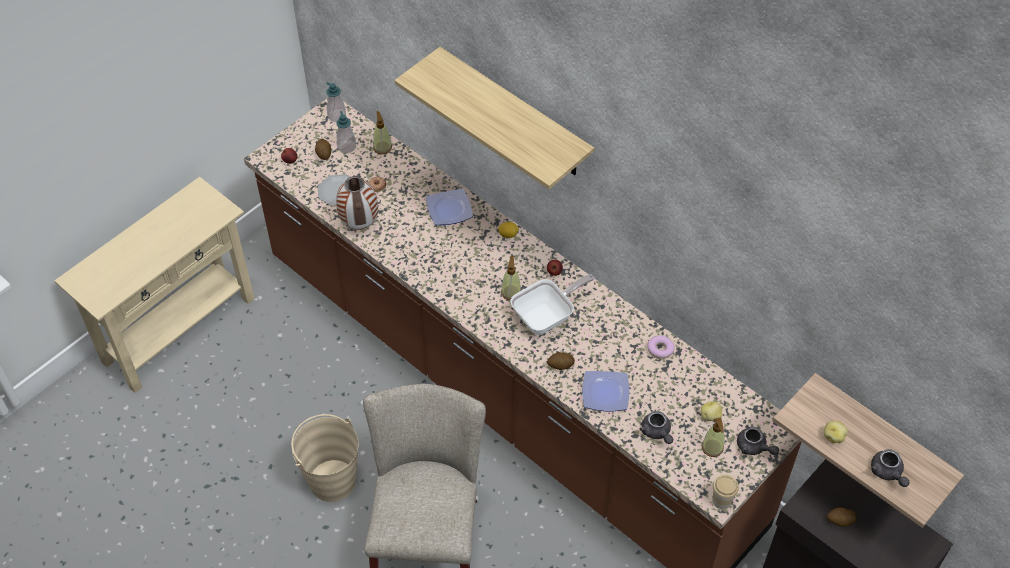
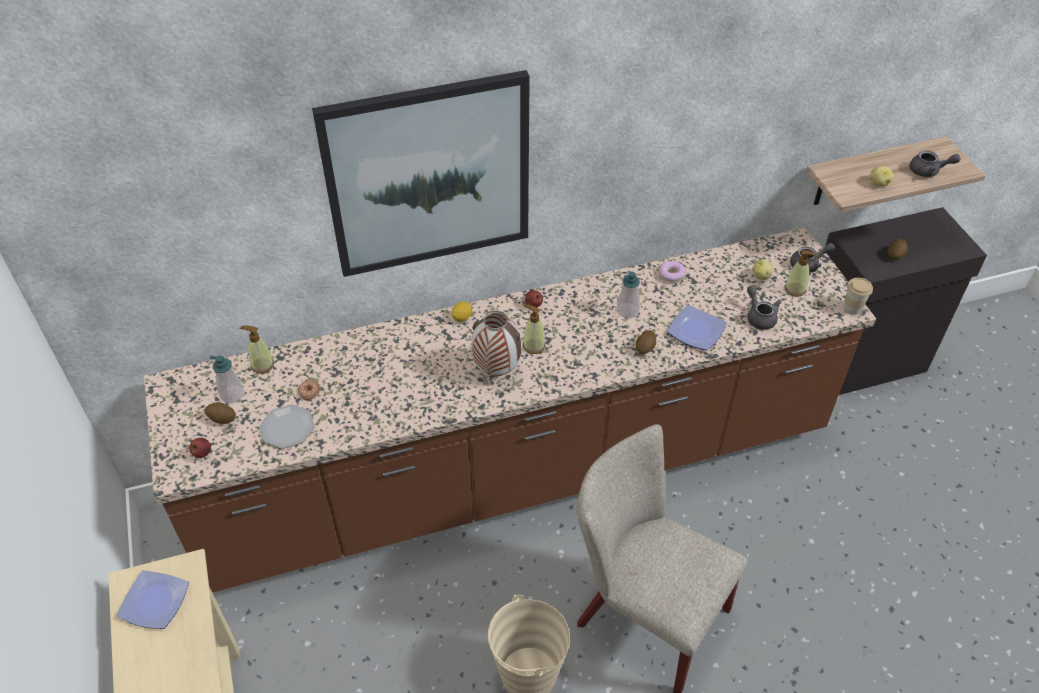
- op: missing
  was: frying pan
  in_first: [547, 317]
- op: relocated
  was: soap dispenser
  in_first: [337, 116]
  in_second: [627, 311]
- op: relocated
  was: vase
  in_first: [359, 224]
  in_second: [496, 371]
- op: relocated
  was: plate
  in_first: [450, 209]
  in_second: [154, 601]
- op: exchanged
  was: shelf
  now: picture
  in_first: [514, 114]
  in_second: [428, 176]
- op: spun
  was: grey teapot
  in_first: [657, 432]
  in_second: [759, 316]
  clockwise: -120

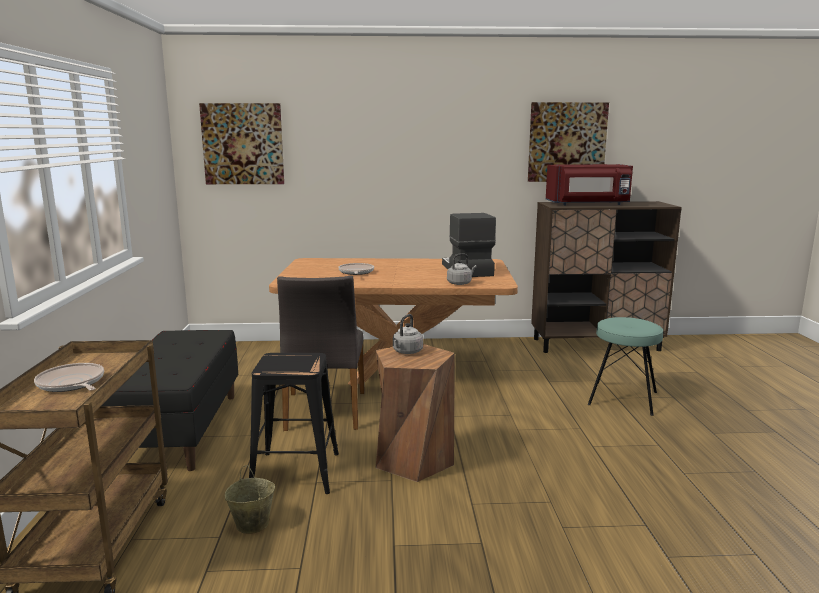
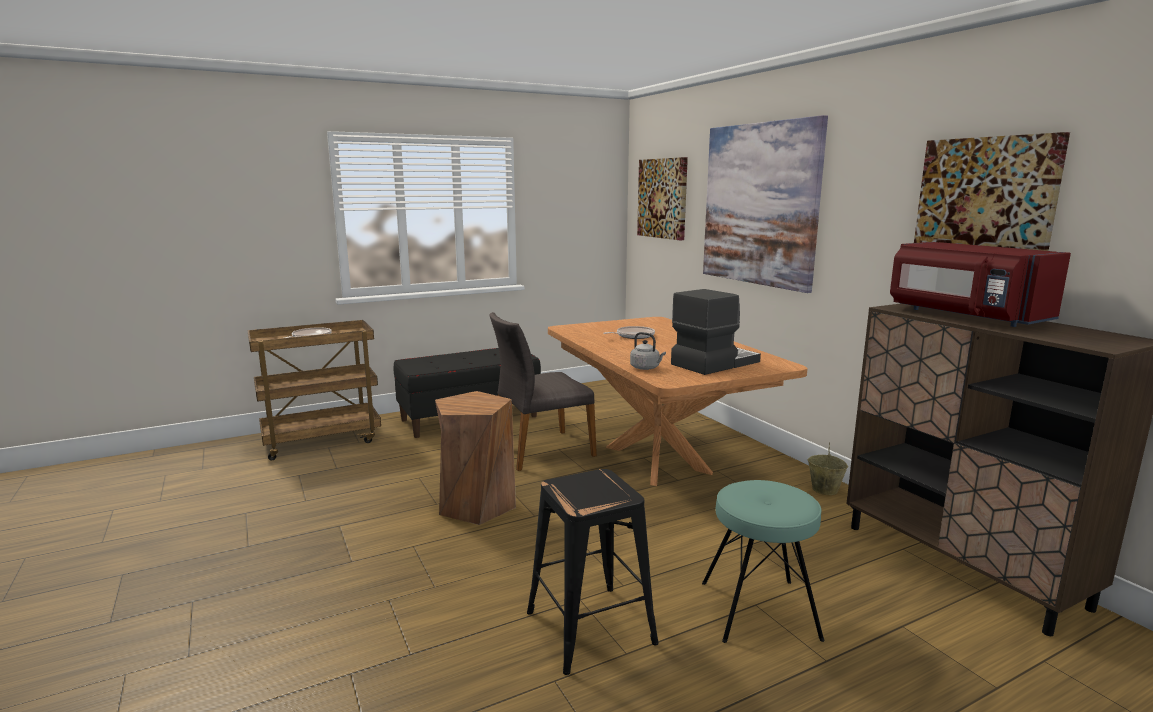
- op: missing
  was: grey kettle
  in_first: [406, 352]
- op: appeared
  now: picture
  in_second: [759, 204]
- op: relocated
  was: beige bucket
  in_first: [251, 524]
  in_second: [824, 489]
- op: relocated
  was: black stool
  in_first: [296, 471]
  in_second: [591, 627]

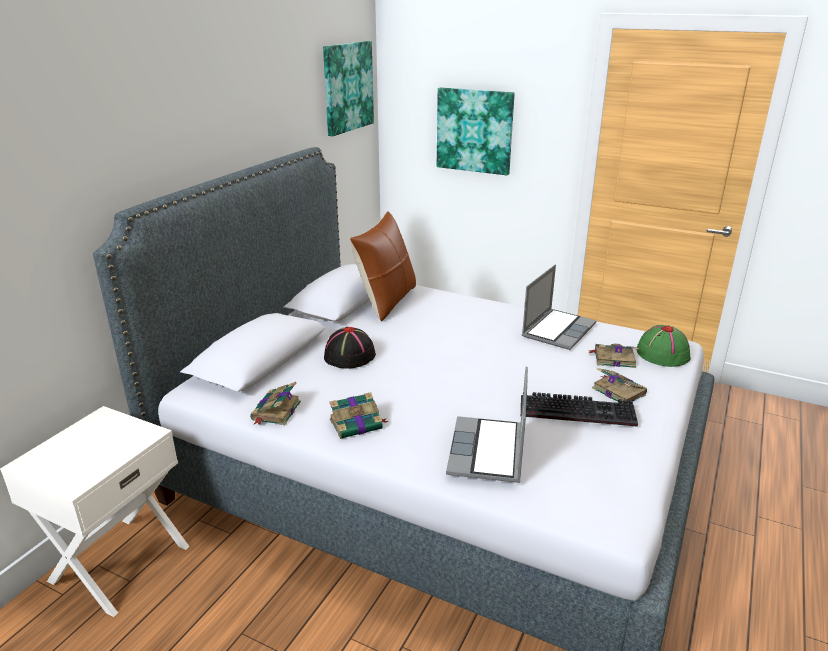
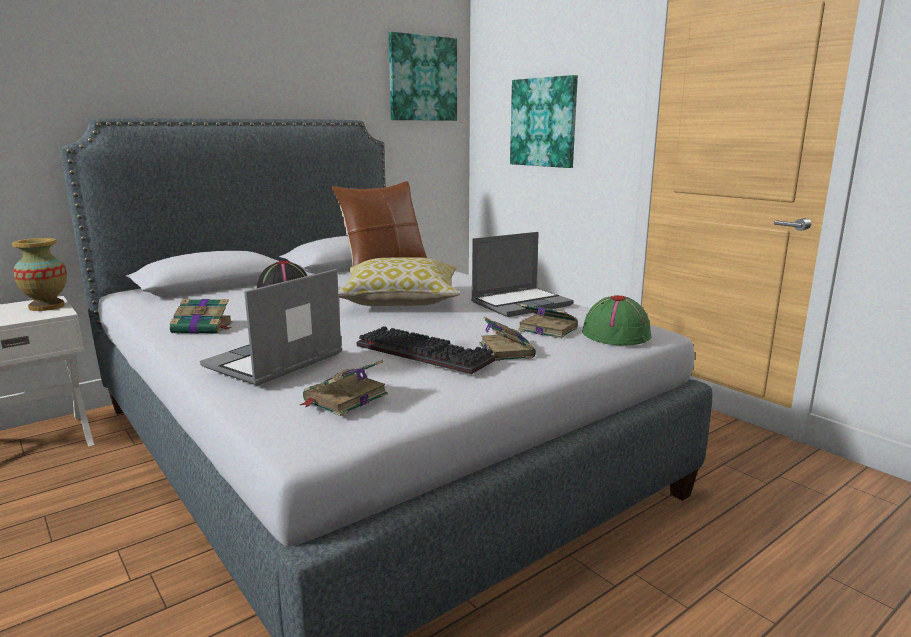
- op: appeared
  now: vase
  in_second: [46, 307]
- op: appeared
  now: pillow
  in_second: [401, 301]
- op: relocated
  was: book
  in_first: [275, 412]
  in_second: [344, 398]

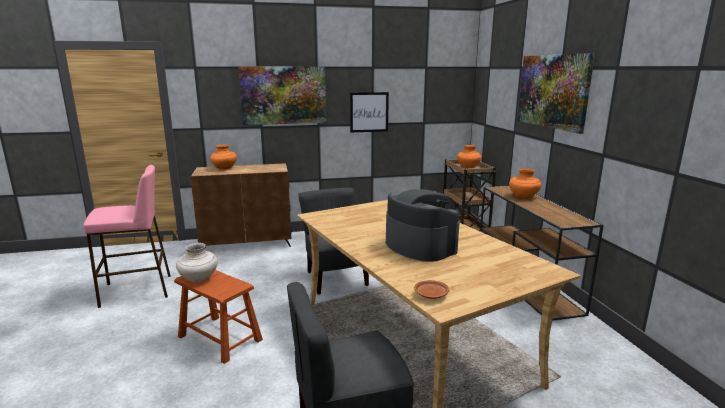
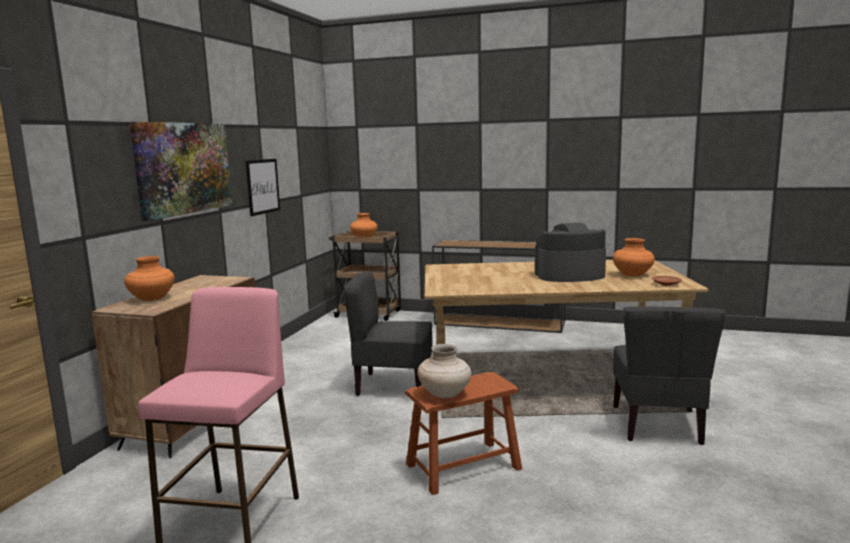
- op: missing
  was: picture
  in_first: [552, 91]
- op: relocated
  was: orange vase
  in_first: [523, 197]
  in_second: [632, 275]

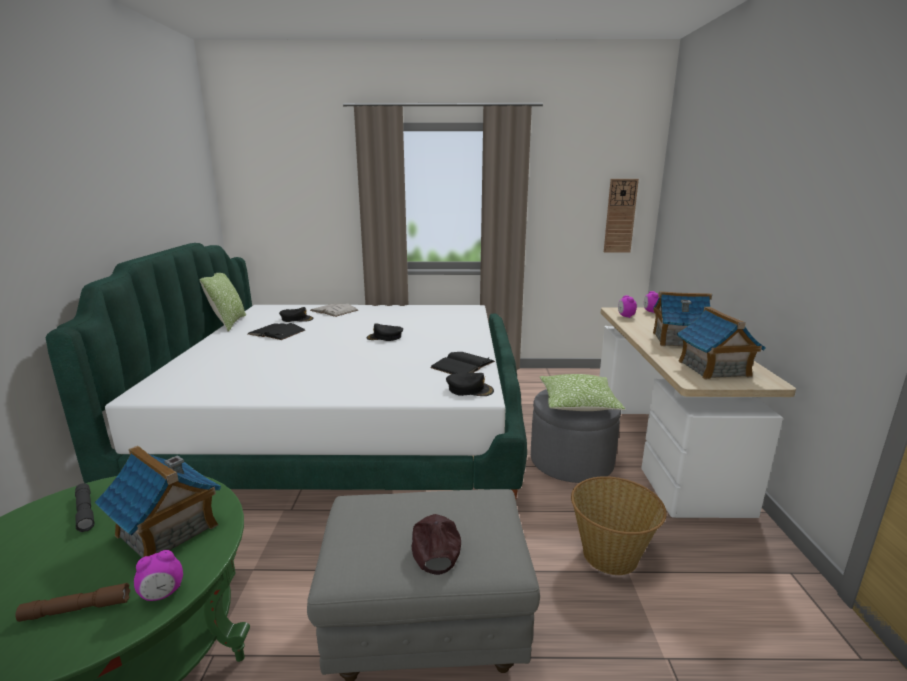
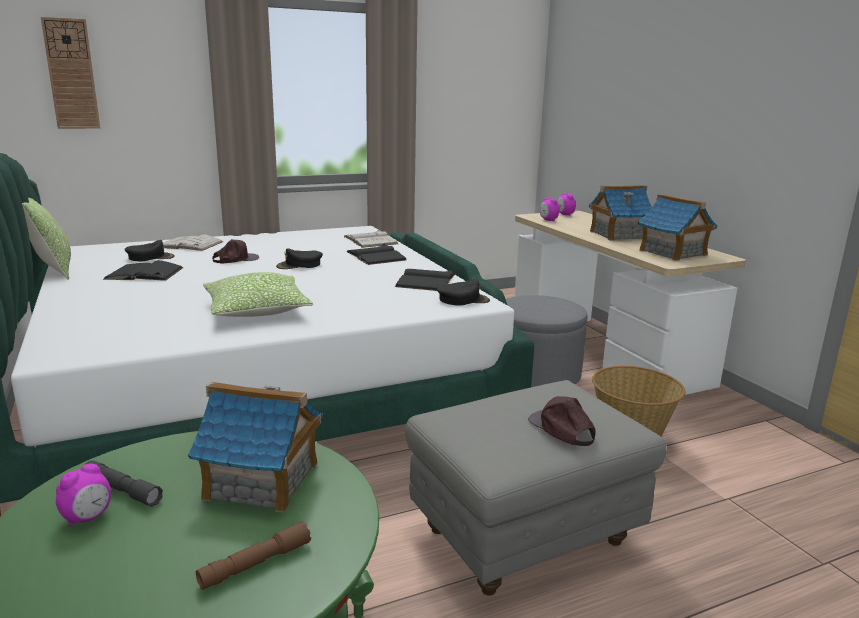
- op: appeared
  now: brown cap
  in_second: [235, 259]
- op: appeared
  now: white book
  in_second: [370, 240]
- op: appeared
  now: black book
  in_second: [376, 256]
- op: relocated
  was: alarm clock
  in_first: [163, 594]
  in_second: [88, 517]
- op: relocated
  was: pillow
  in_first: [578, 404]
  in_second: [257, 310]
- op: relocated
  was: wall clock
  in_first: [620, 216]
  in_second: [71, 74]

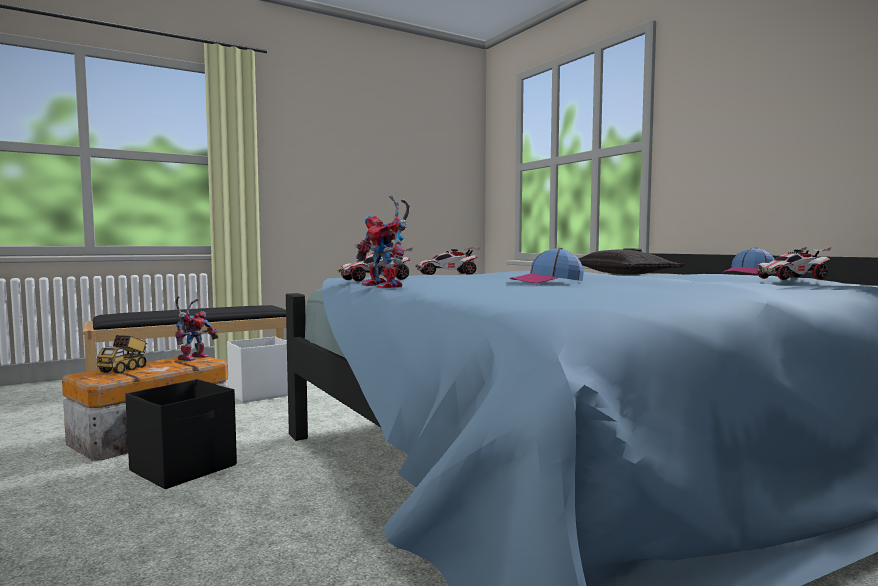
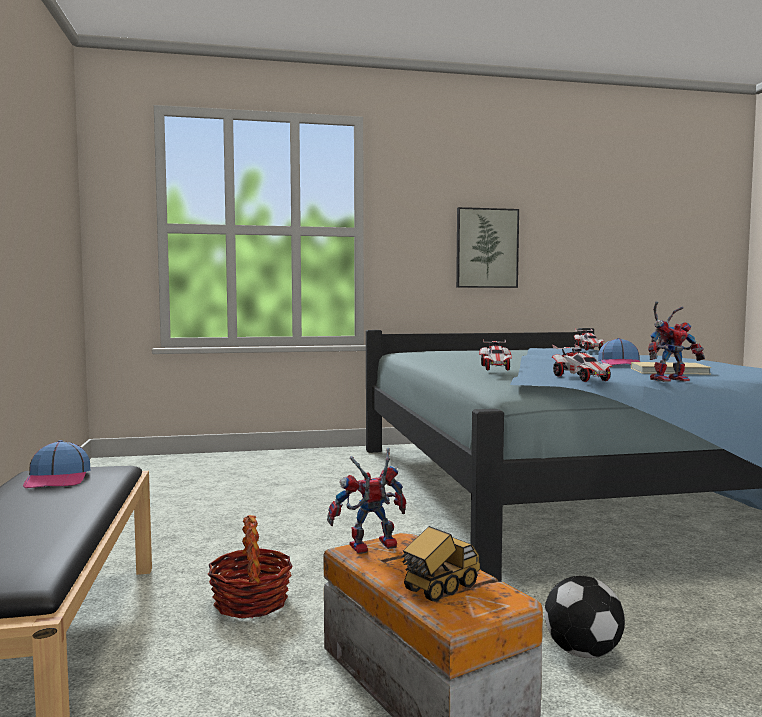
- op: missing
  was: pillow
  in_first: [620, 274]
- op: appeared
  now: picture
  in_second: [486, 248]
- op: appeared
  now: beige book
  in_second: [670, 371]
- op: relocated
  was: cap
  in_first: [749, 273]
  in_second: [58, 479]
- op: exchanged
  was: black storage box
  now: football
  in_first: [185, 468]
  in_second: [581, 652]
- op: exchanged
  was: white storage box
  now: basket
  in_first: [259, 394]
  in_second: [251, 602]
- op: spun
  was: toy truck
  in_first: [124, 369]
  in_second: [439, 589]
  clockwise: -75
- op: spun
  was: toy robot
  in_first: [193, 357]
  in_second: [370, 548]
  clockwise: -60

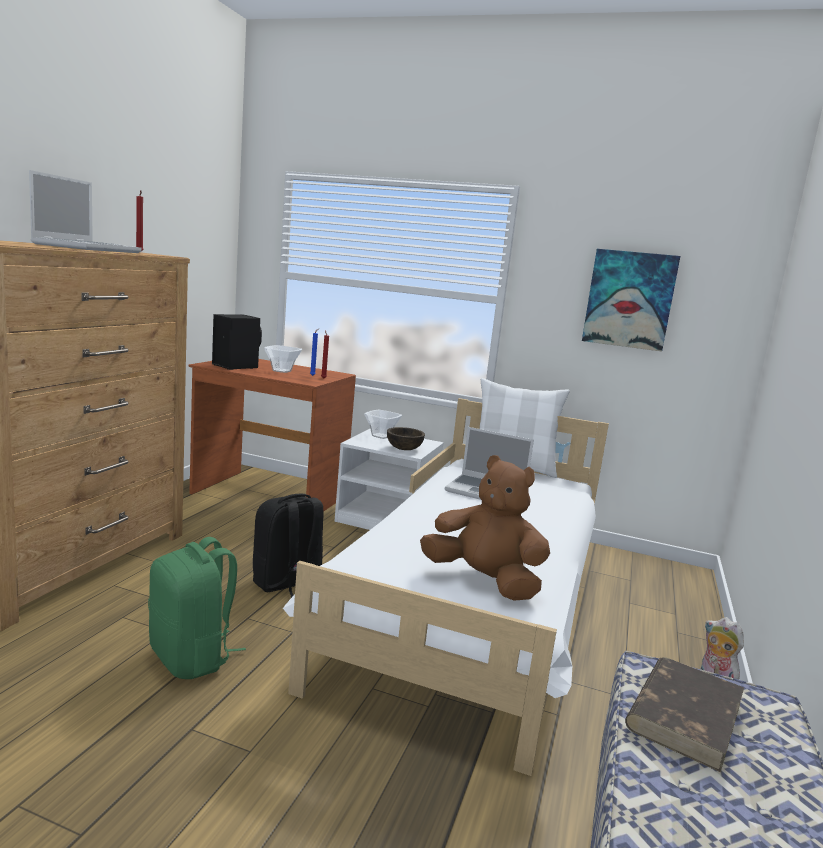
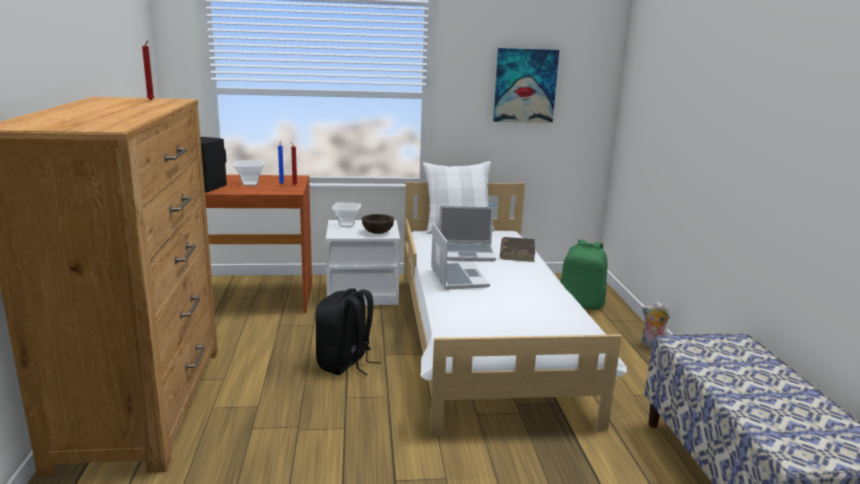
- op: missing
  was: brown plush toy
  in_first: [484, 581]
- op: relocated
  was: laptop
  in_first: [88, 248]
  in_second: [457, 277]
- op: relocated
  was: green backpack
  in_first: [192, 657]
  in_second: [581, 303]
- op: relocated
  was: brown book
  in_first: [684, 714]
  in_second: [517, 252]

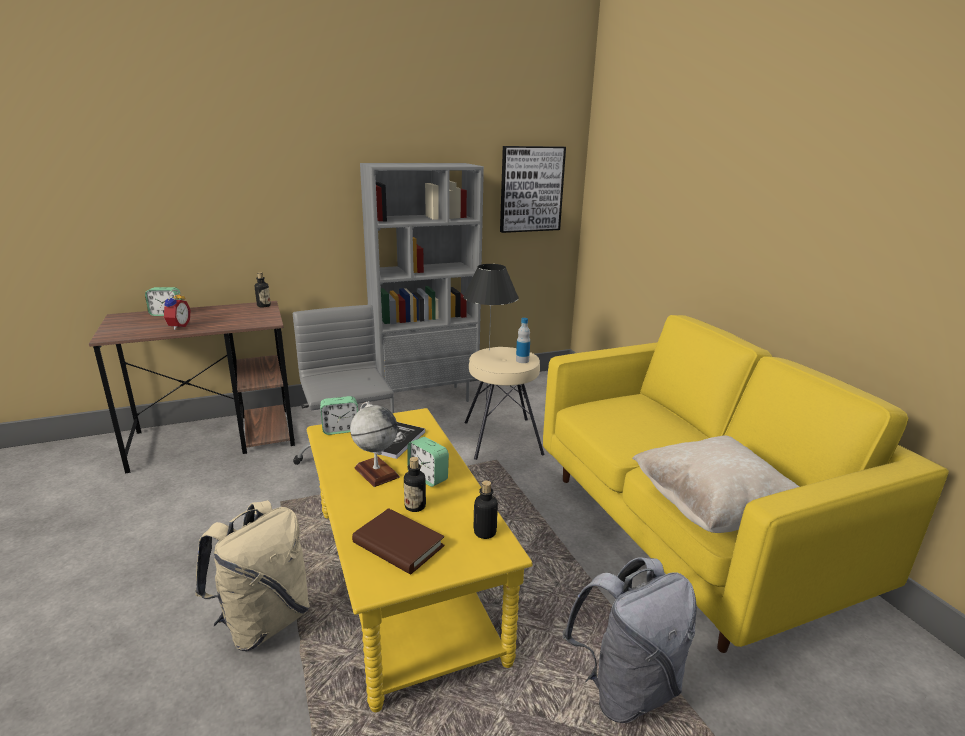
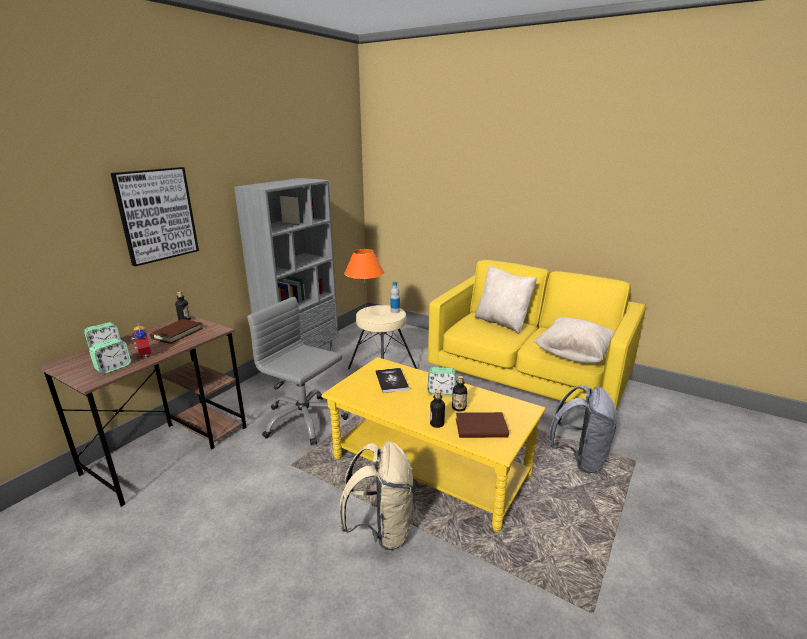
- op: missing
  was: globe
  in_first: [376, 472]
- op: appeared
  now: brown book
  in_second: [177, 333]
- op: appeared
  now: beige pillow
  in_second: [502, 323]
- op: relocated
  was: alarm clock
  in_first: [340, 429]
  in_second: [113, 368]
- op: relocated
  was: bottle
  in_first: [485, 532]
  in_second: [437, 424]
- op: relocated
  was: picture
  in_first: [531, 189]
  in_second: [156, 215]
- op: colour
  was: black table lamp
  now: orange table lamp
  in_first: [489, 350]
  in_second: [366, 310]

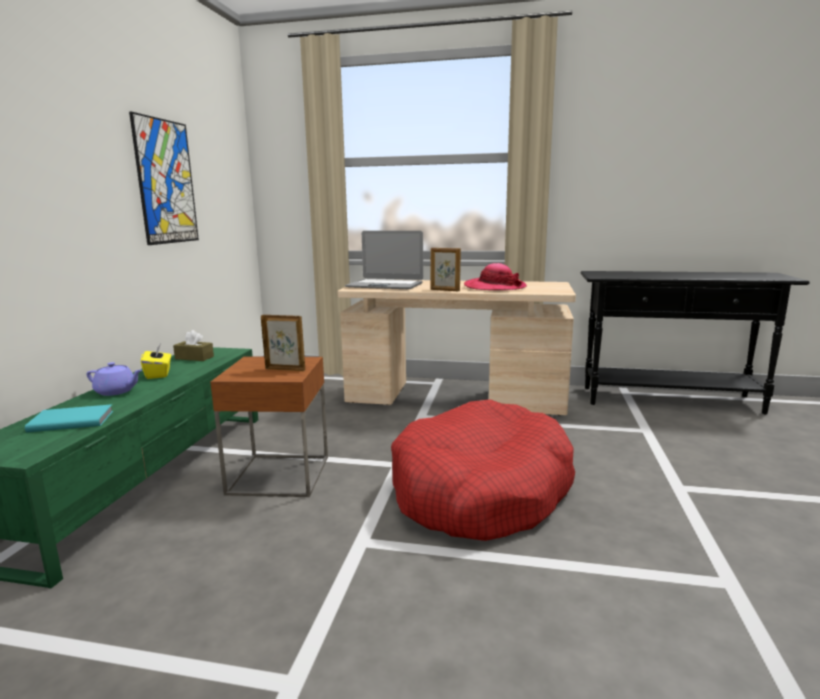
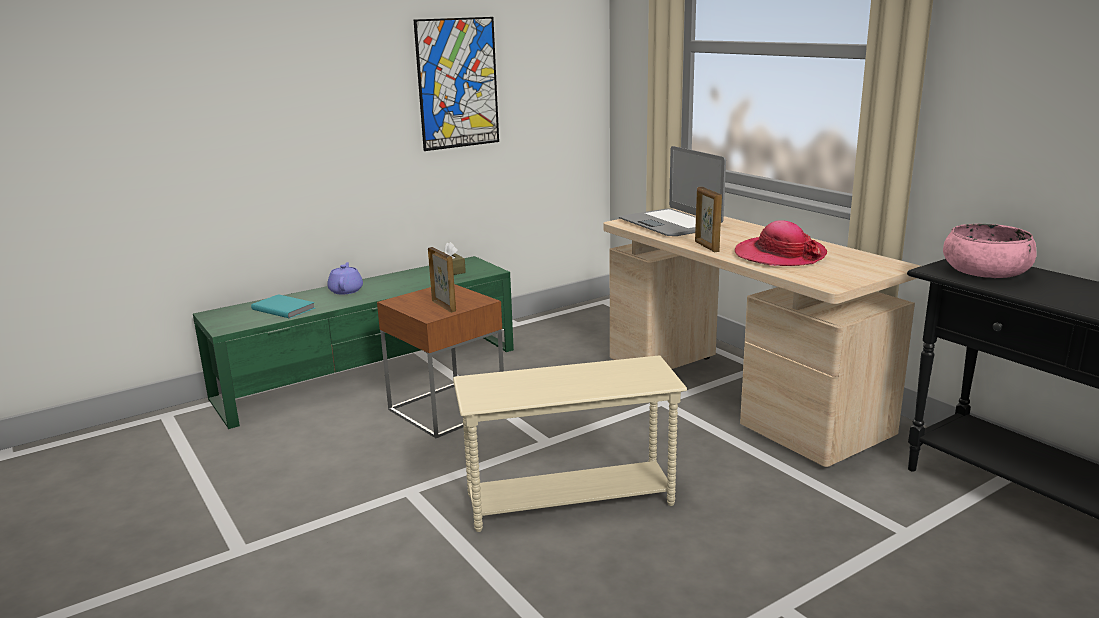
- op: missing
  was: yellow tissue box
  in_first: [158, 374]
- op: appeared
  now: pink bowl
  in_second: [985, 271]
- op: exchanged
  was: red dog bed
  now: beige side table
  in_first: [480, 490]
  in_second: [569, 500]
- op: spun
  was: purple teapot
  in_first: [116, 391]
  in_second: [346, 290]
  clockwise: -150

